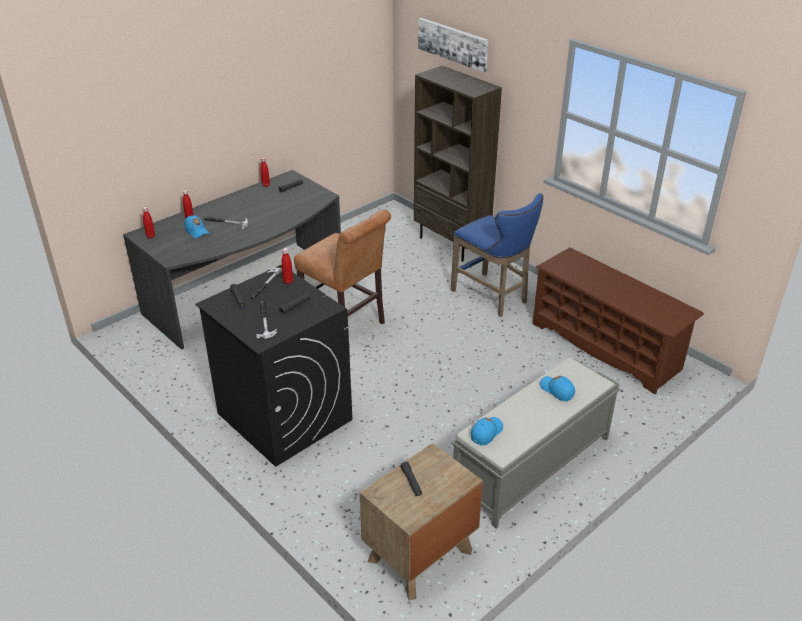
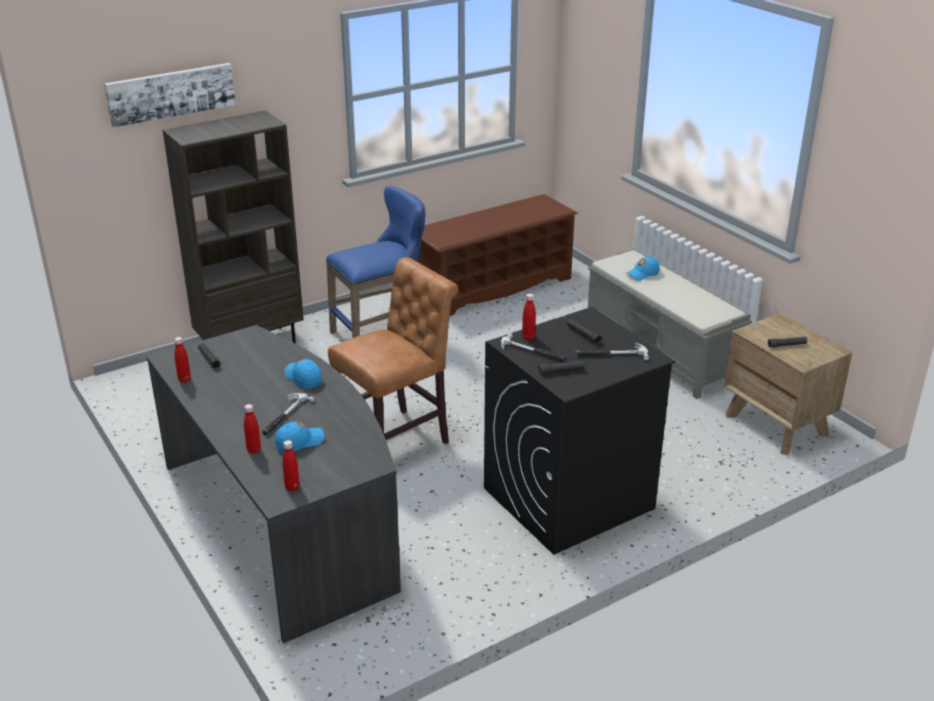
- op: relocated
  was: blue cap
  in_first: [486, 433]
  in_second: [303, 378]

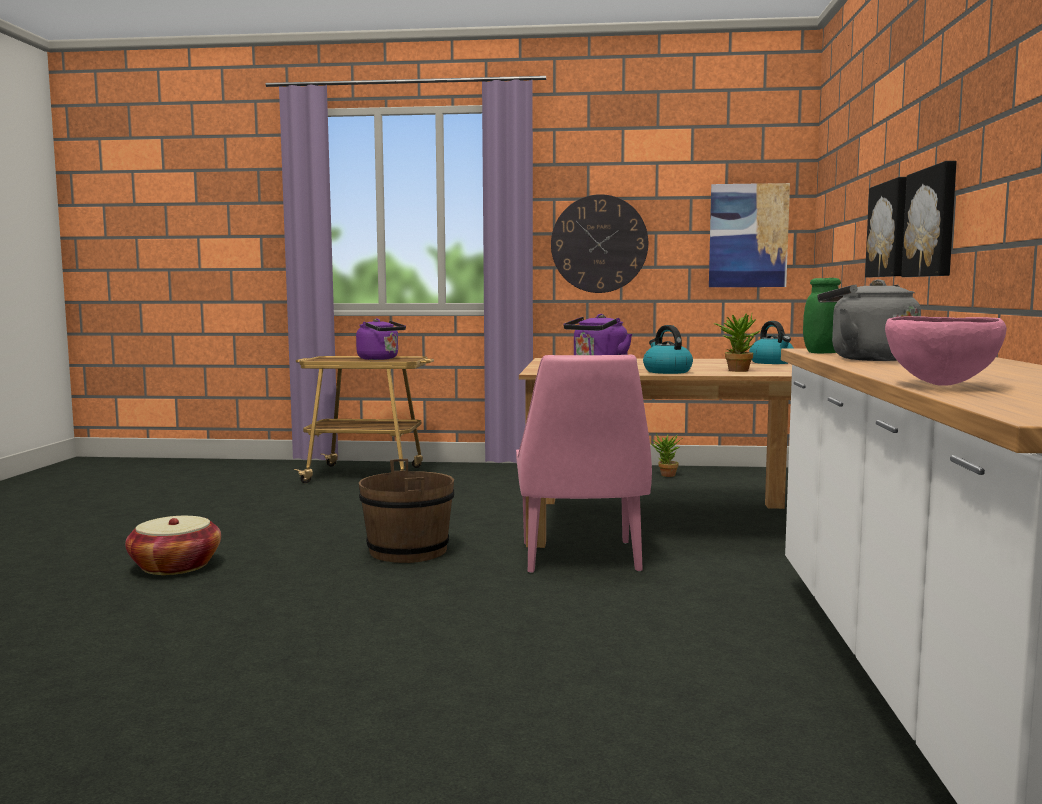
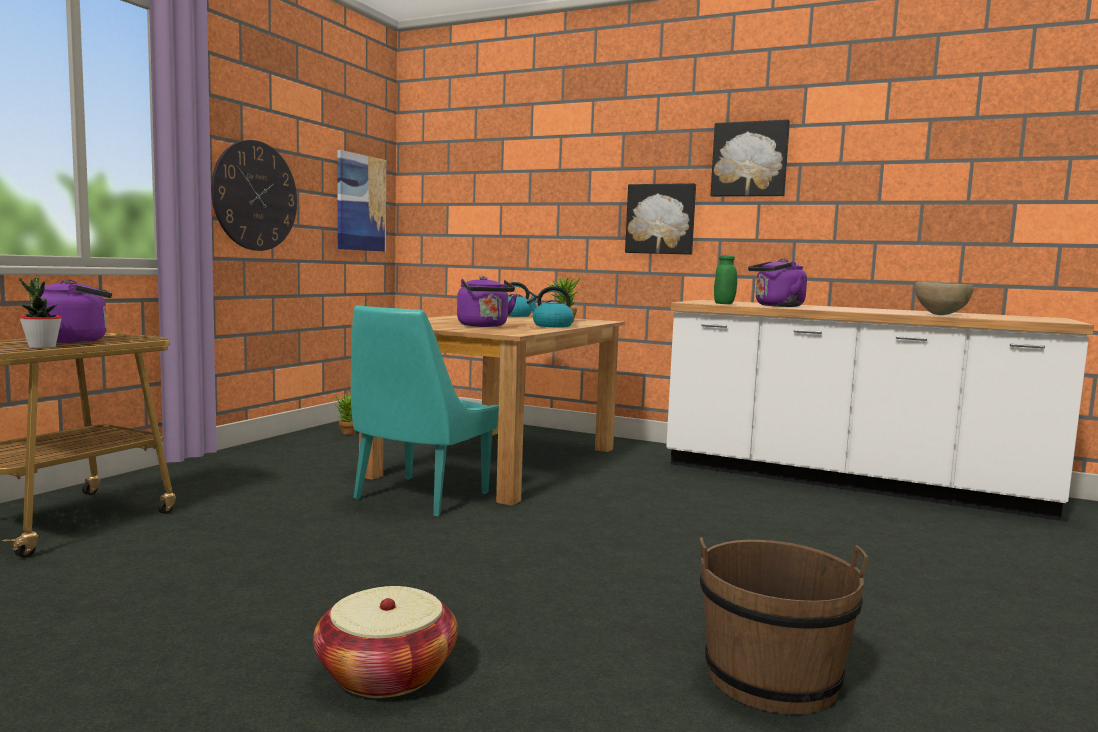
- op: missing
  was: pink chair
  in_first: [580, 558]
- op: appeared
  now: potted plant
  in_second: [42, 347]
- op: appeared
  now: turquoise chair
  in_second: [418, 497]
- op: relocated
  was: brown bucket
  in_first: [408, 551]
  in_second: [771, 679]
- op: relocated
  was: picture
  in_first: [890, 230]
  in_second: [750, 159]
- op: colour
  was: grey kettle
  now: purple kettle
  in_first: [867, 359]
  in_second: [776, 306]
- op: colour
  was: pink bowl
  now: brown bowl
  in_first: [940, 385]
  in_second: [940, 315]

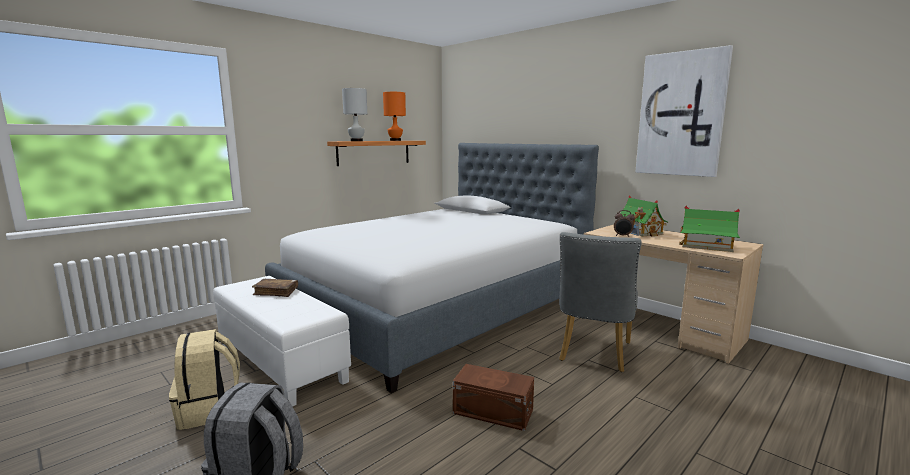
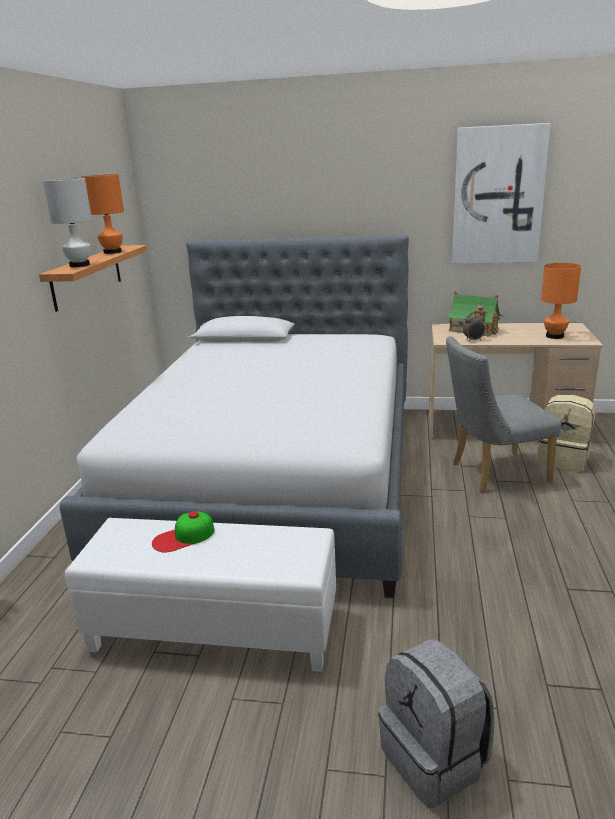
- op: missing
  was: brown storage box
  in_first: [493, 412]
- op: relocated
  was: beige backpack
  in_first: [209, 410]
  in_second: [564, 459]
- op: exchanged
  was: brown book
  now: cap
  in_first: [276, 292]
  in_second: [183, 537]
- op: exchanged
  was: toy house
  now: orange table lamp
  in_first: [706, 246]
  in_second: [555, 336]
- op: spun
  was: grey chair
  in_first: [593, 354]
  in_second: [492, 473]
  clockwise: 90

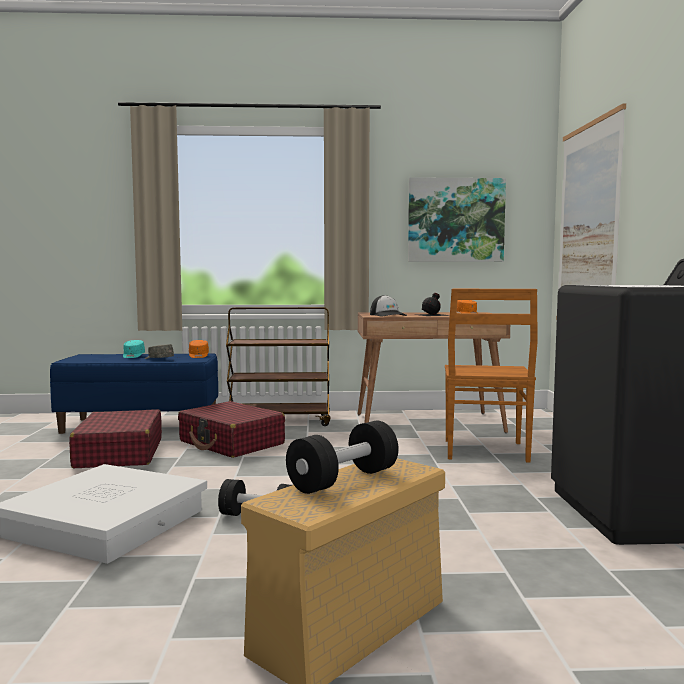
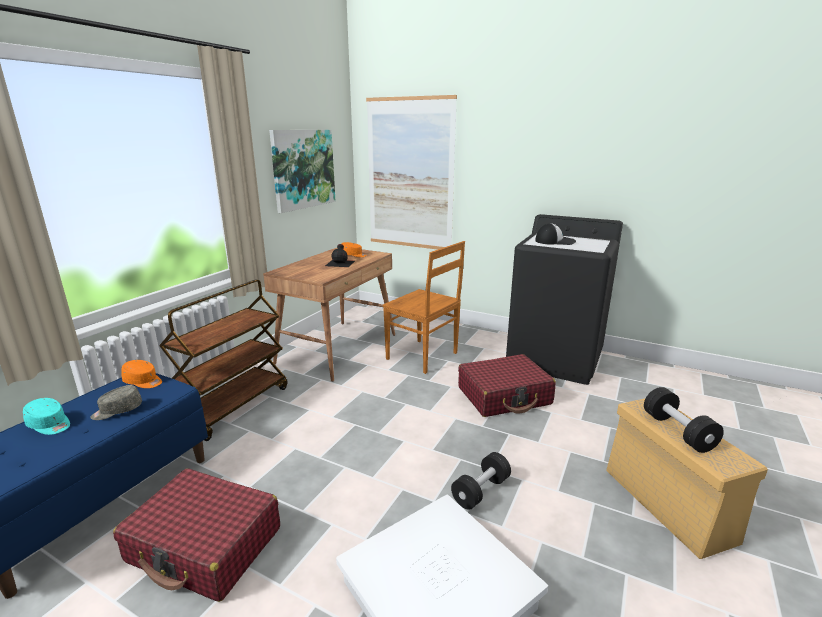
- op: relocated
  was: red suitcase
  in_first: [231, 443]
  in_second: [504, 396]
- op: relocated
  was: cap
  in_first: [388, 315]
  in_second: [555, 241]

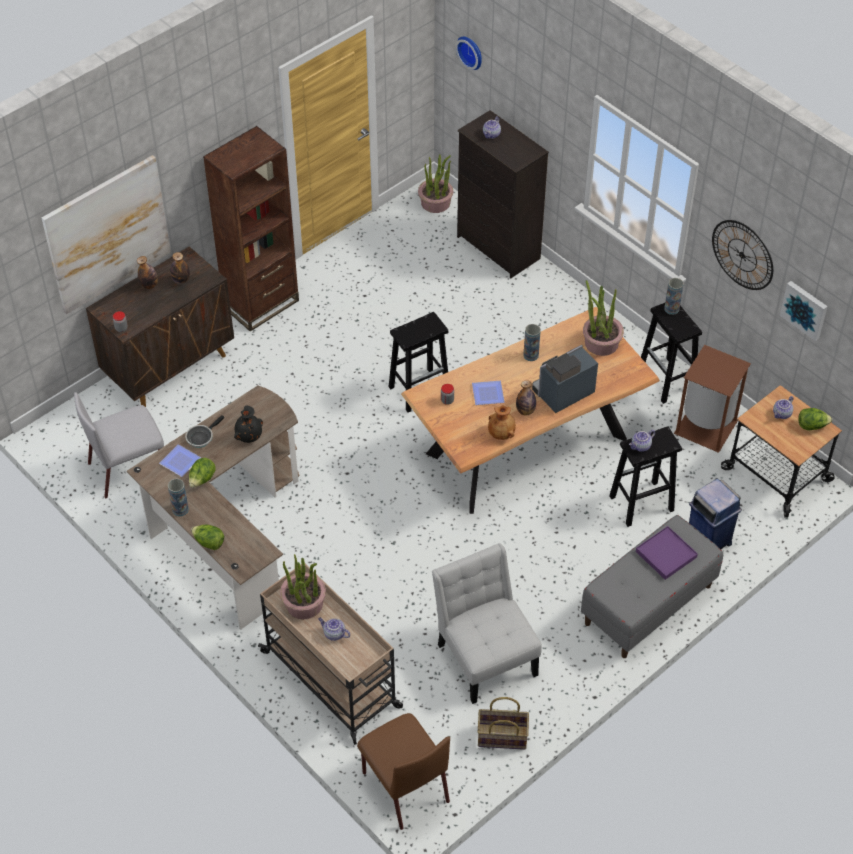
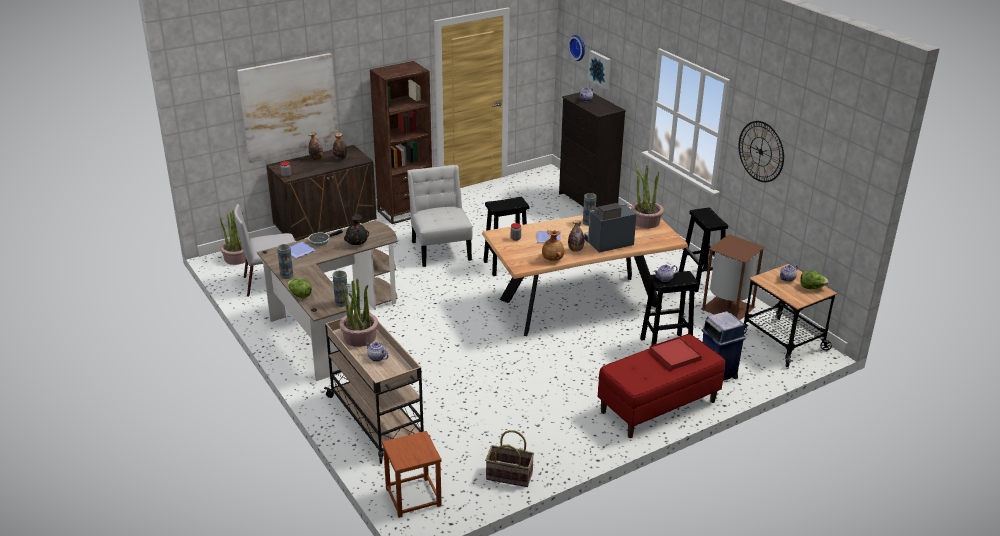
- op: missing
  was: lettuce
  in_first: [202, 480]
- op: relocated
  was: potted plant
  in_first: [436, 203]
  in_second: [237, 258]
- op: relocated
  was: white chair
  in_first: [485, 654]
  in_second: [440, 249]
- op: relocated
  was: vase
  in_first: [671, 309]
  in_second: [341, 303]
- op: relocated
  was: picture
  in_first: [805, 309]
  in_second: [600, 69]
- op: exchanged
  was: brown chair
  now: brown stool
  in_first: [404, 786]
  in_second: [413, 497]
- op: colour
  was: grey bench
  now: red bench
  in_first: [648, 605]
  in_second: [658, 407]
- op: colour
  was: purple tray
  now: red tray
  in_first: [665, 554]
  in_second: [675, 355]

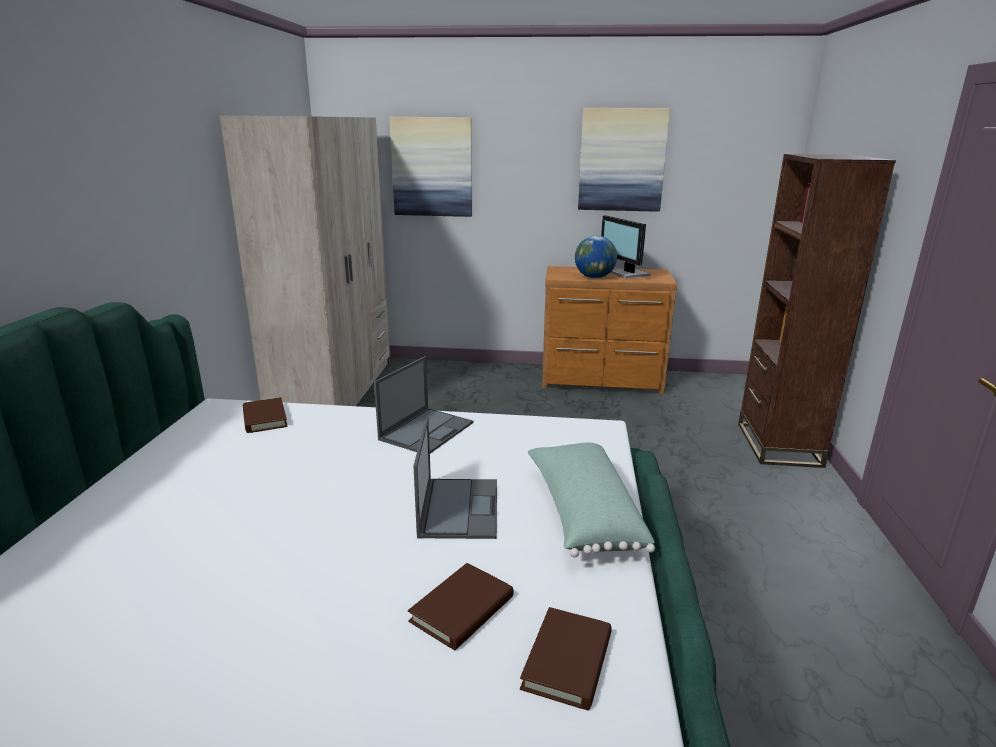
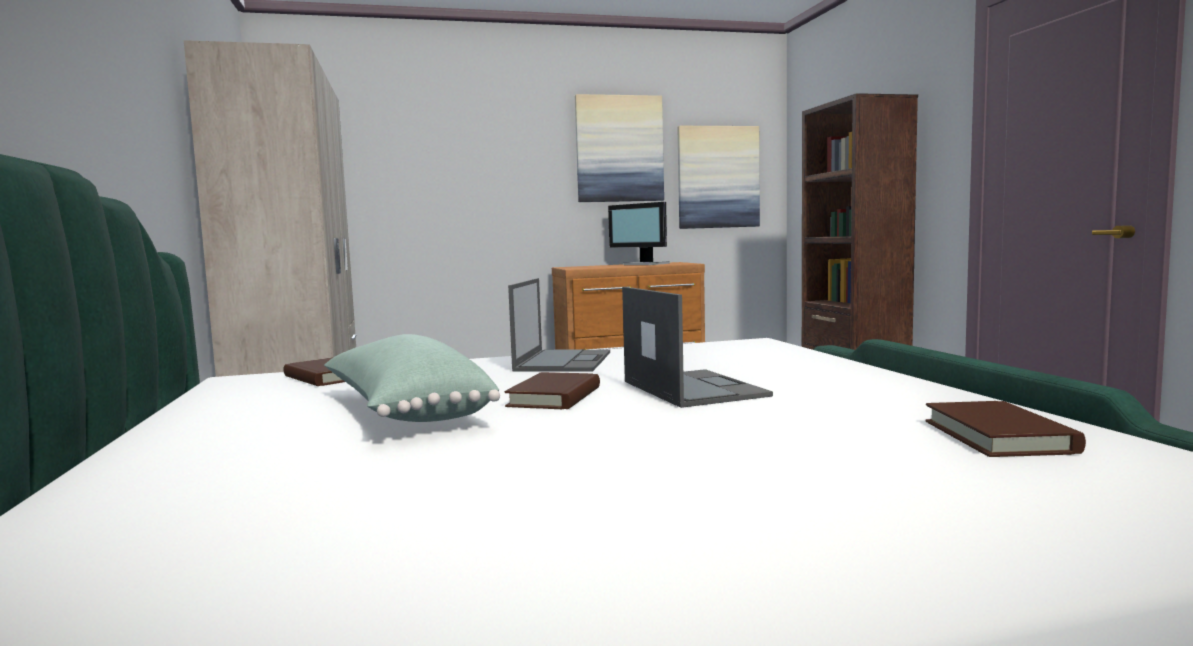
- op: missing
  was: globe
  in_first: [594, 277]
- op: relocated
  was: picture
  in_first: [432, 167]
  in_second: [718, 177]
- op: relocated
  was: brown book
  in_first: [462, 609]
  in_second: [555, 397]
- op: relocated
  was: green pillow
  in_first: [582, 513]
  in_second: [405, 411]

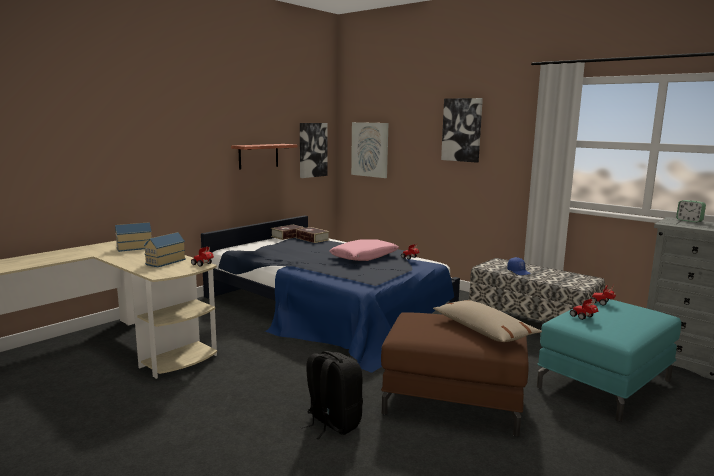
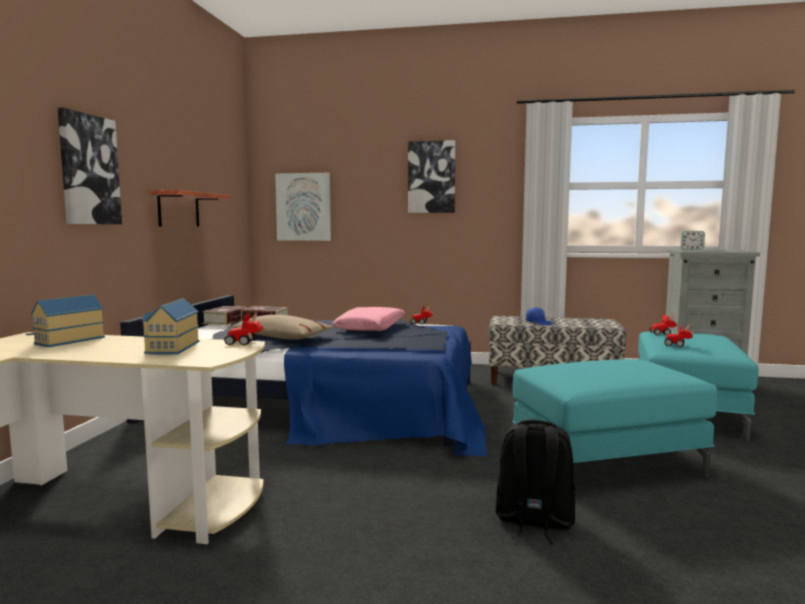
- op: relocated
  was: picture
  in_first: [312, 150]
  in_second: [88, 170]
- op: relocated
  was: beige pillow
  in_first: [483, 330]
  in_second: [282, 337]
- op: colour
  was: brown ottoman
  now: turquoise ottoman
  in_first: [453, 401]
  in_second: [605, 462]

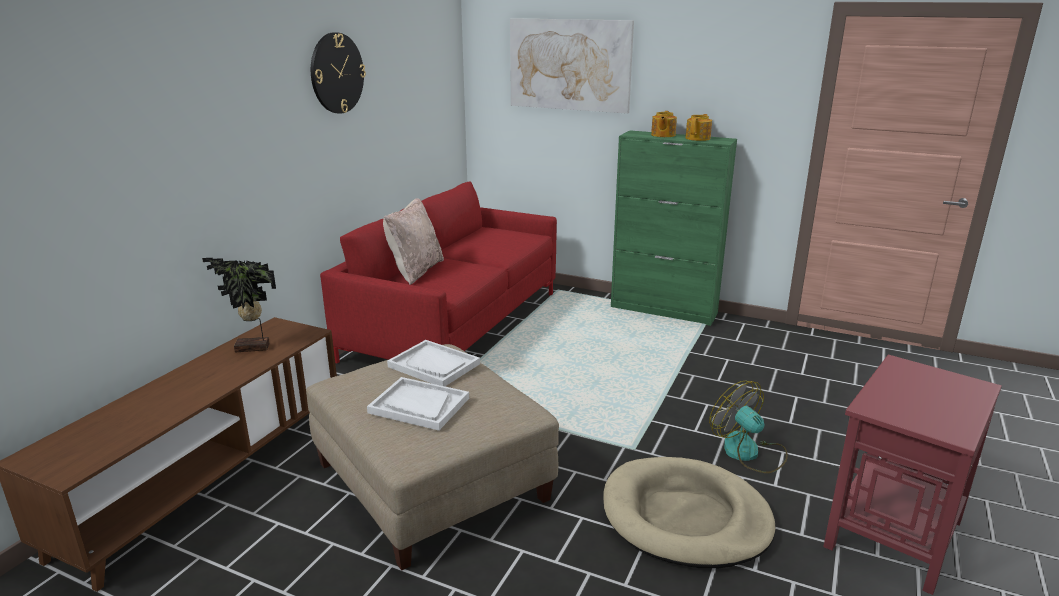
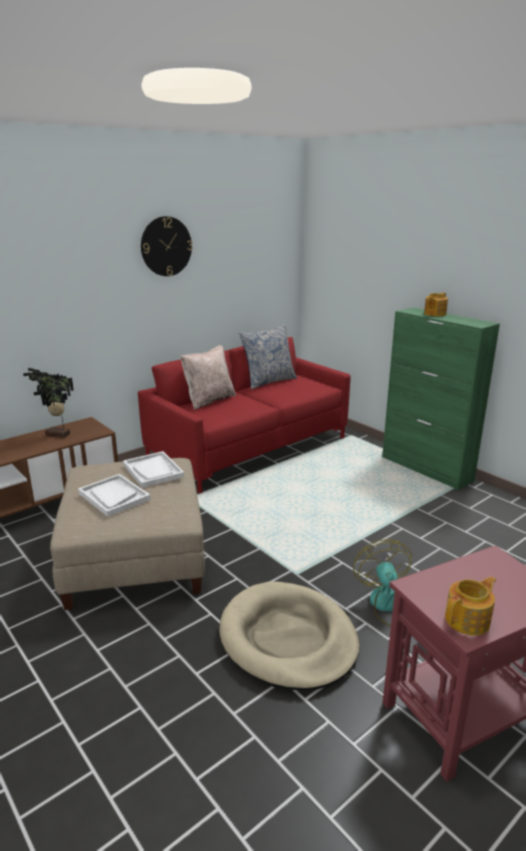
- op: missing
  was: picture
  in_first: [570, 65]
- op: appeared
  now: pillow
  in_second: [268, 381]
- op: relocated
  was: teapot
  in_first: [698, 138]
  in_second: [468, 620]

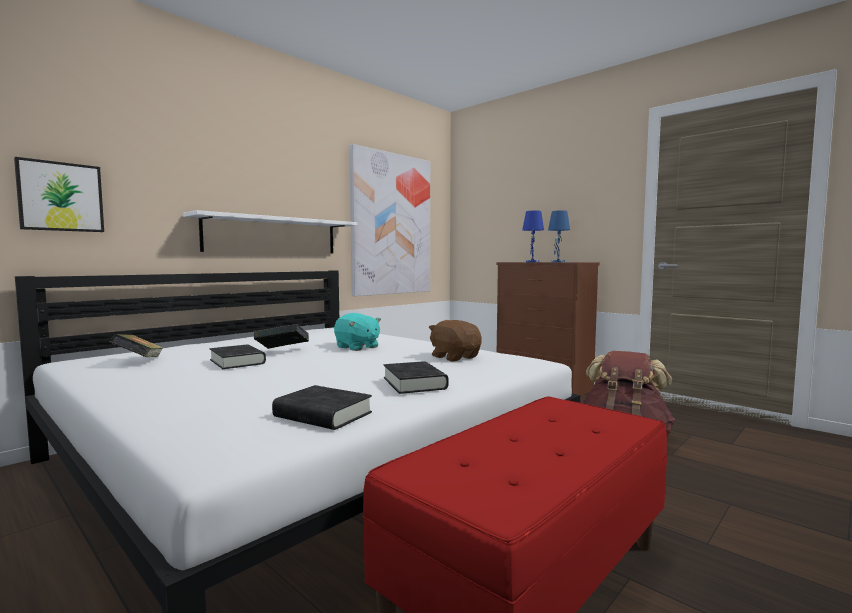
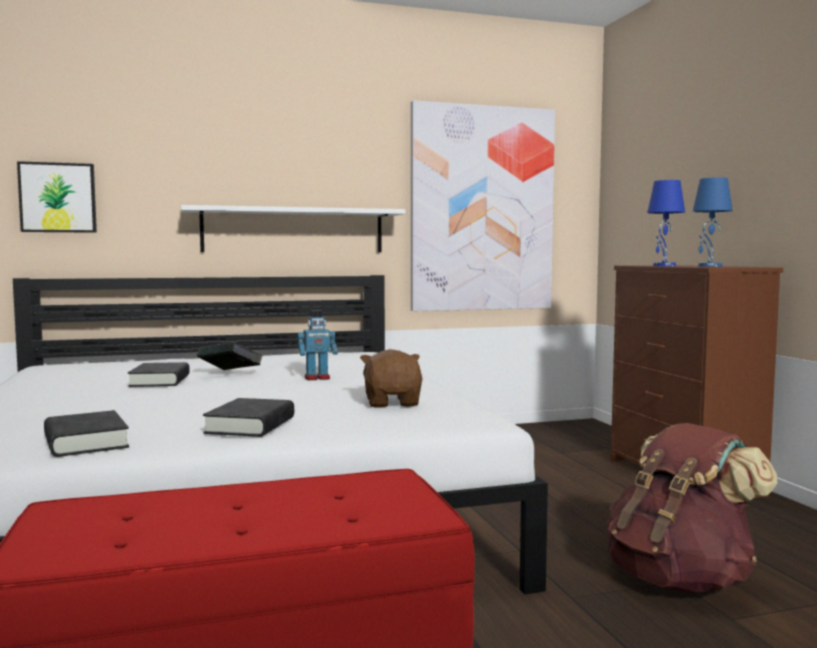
- op: missing
  was: book
  in_first: [139, 361]
- op: exchanged
  was: turquoise plush toy
  now: toy robot
  in_first: [357, 347]
  in_second: [317, 378]

